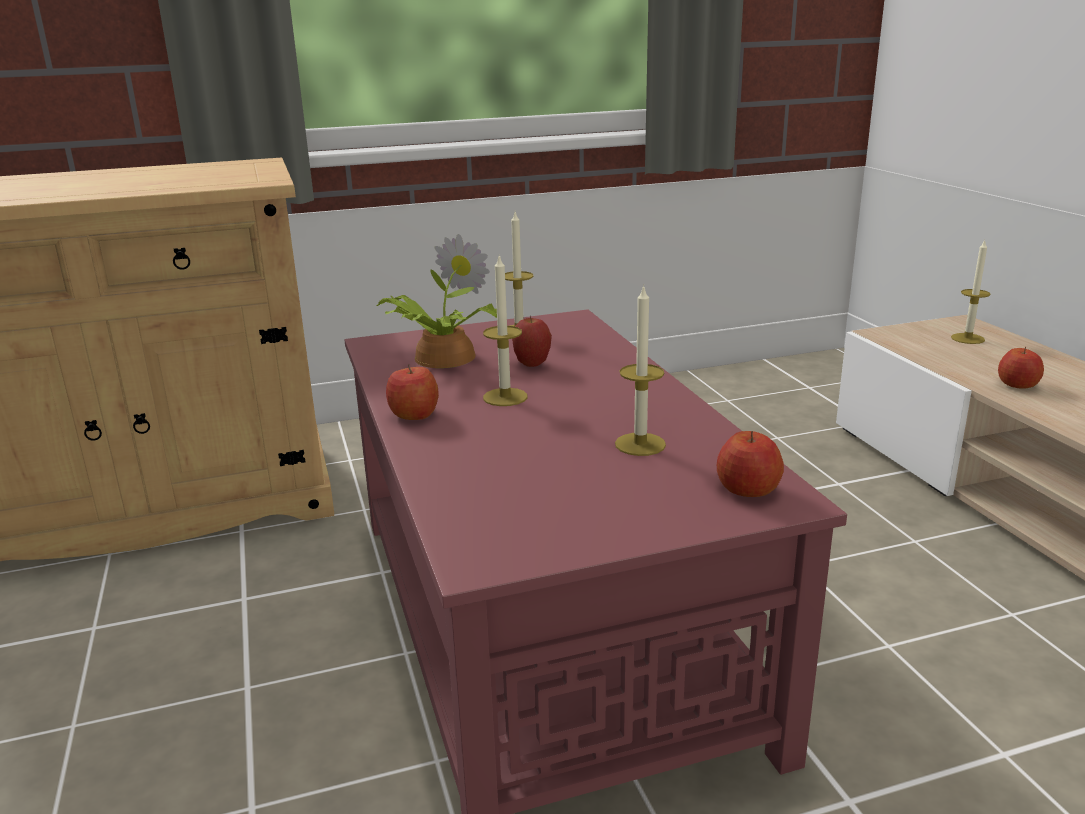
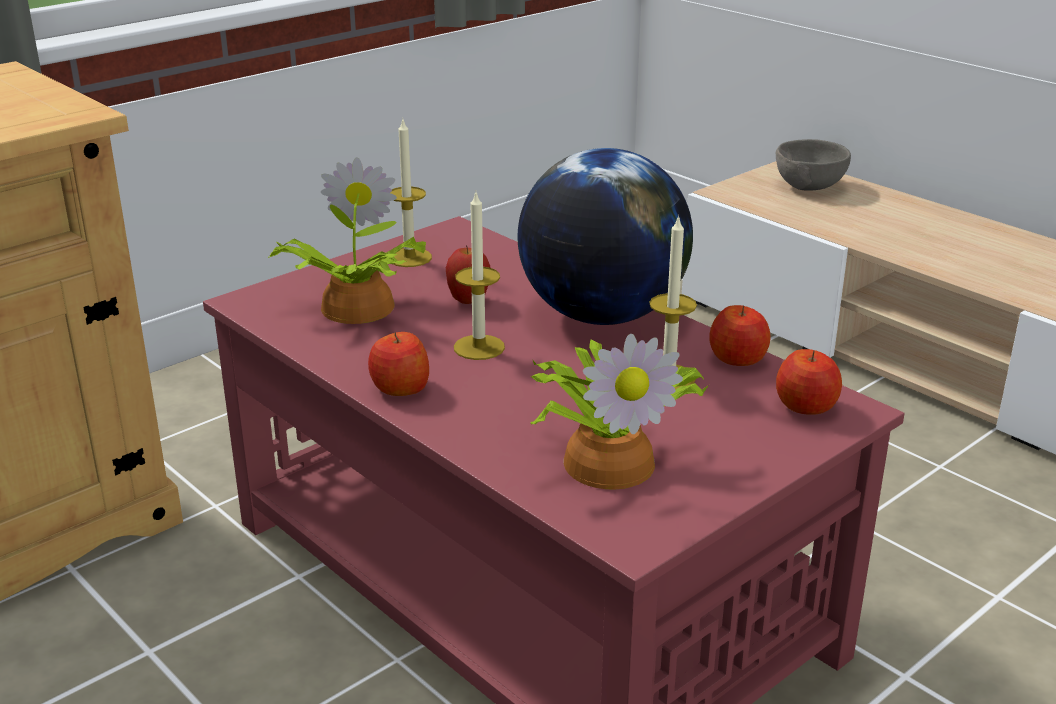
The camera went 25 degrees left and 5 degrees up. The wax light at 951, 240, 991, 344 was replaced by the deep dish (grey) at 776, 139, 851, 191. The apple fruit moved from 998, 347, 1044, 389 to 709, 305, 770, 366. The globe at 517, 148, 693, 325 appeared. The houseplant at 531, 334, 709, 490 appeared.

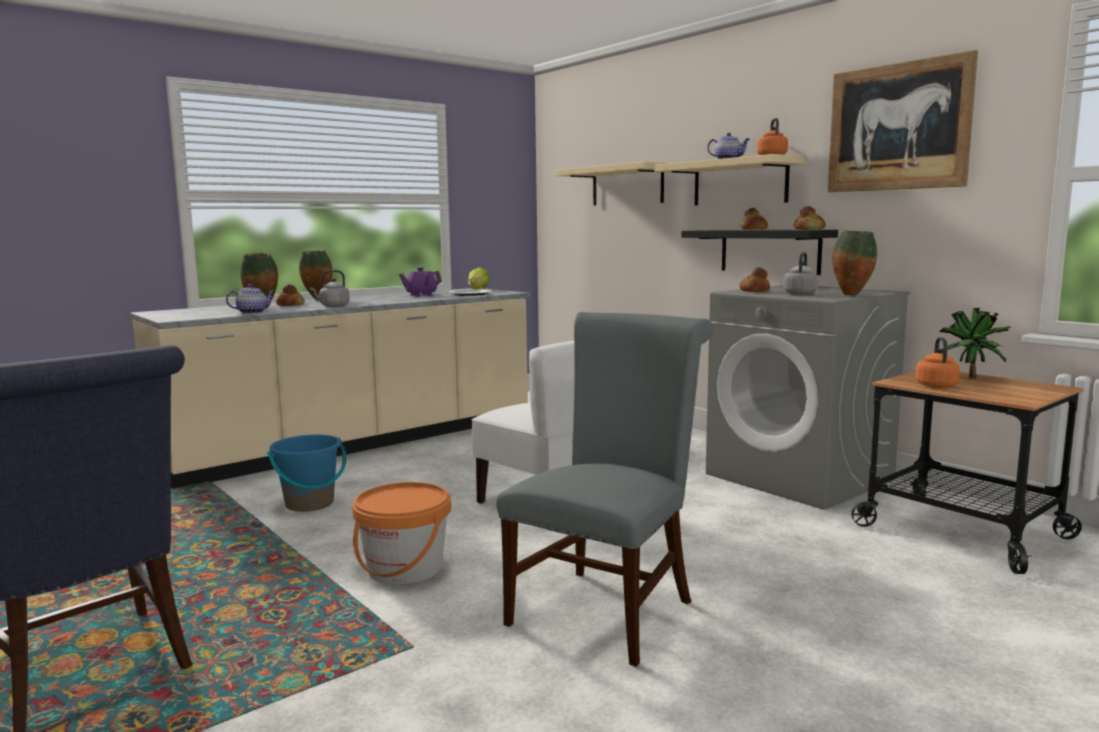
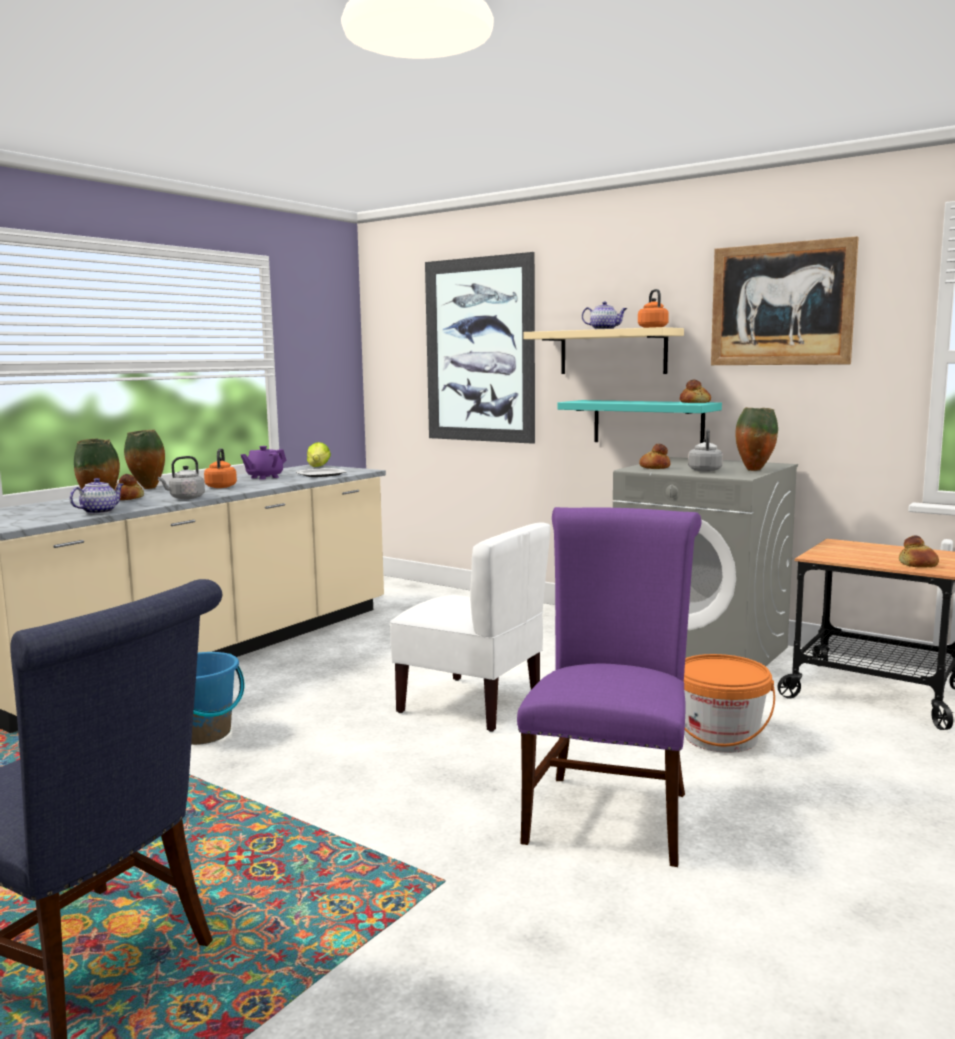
The camera went 15 degrees left and 0 degrees up. The water bucket (orange-coloured) moved from 352, 482, 451, 584 to 684, 654, 775, 753. The plain chair (grey) at 497, 312, 713, 667 became the plain chair (purple-coloured) at 517, 507, 702, 867. The wall shelf (beige-coloured) at 556, 162, 668, 206 was replaced by the wall art at 425, 252, 535, 444. The wall shelf (black-coloured) at 681, 230, 838, 275 became the wall shelf (blue-green) at 557, 400, 722, 443. The bread moved from 740, 208, 768, 230 to 899, 535, 939, 568. The tea kettle (orange-coloured) moved from 915, 337, 960, 388 to 204, 448, 237, 488. The houseplant at 939, 308, 1011, 379 disappeared.

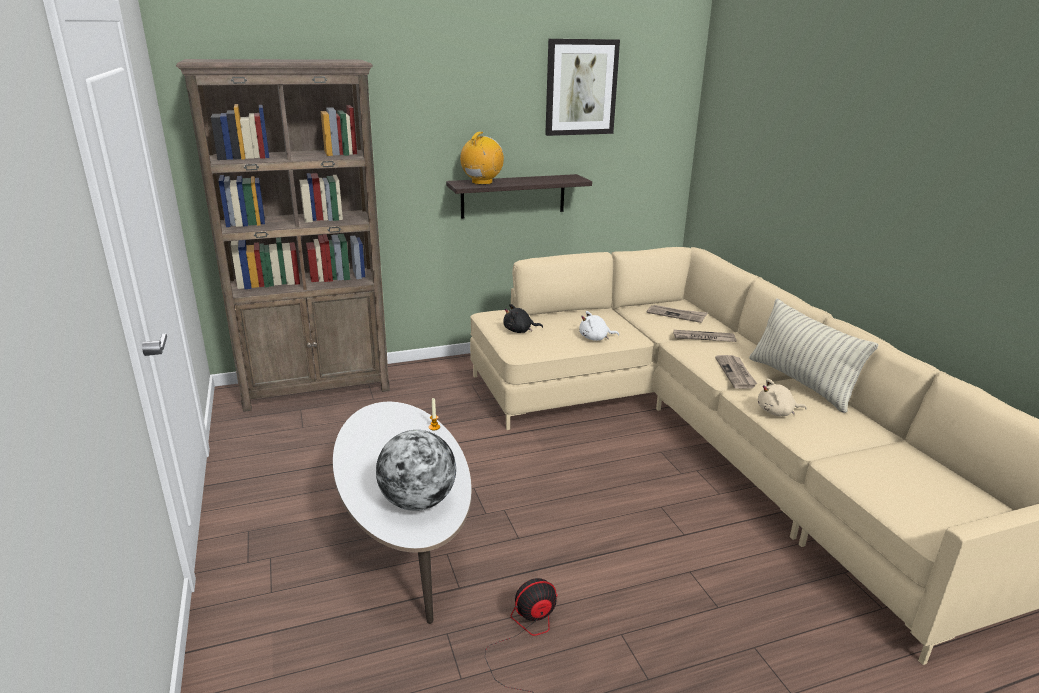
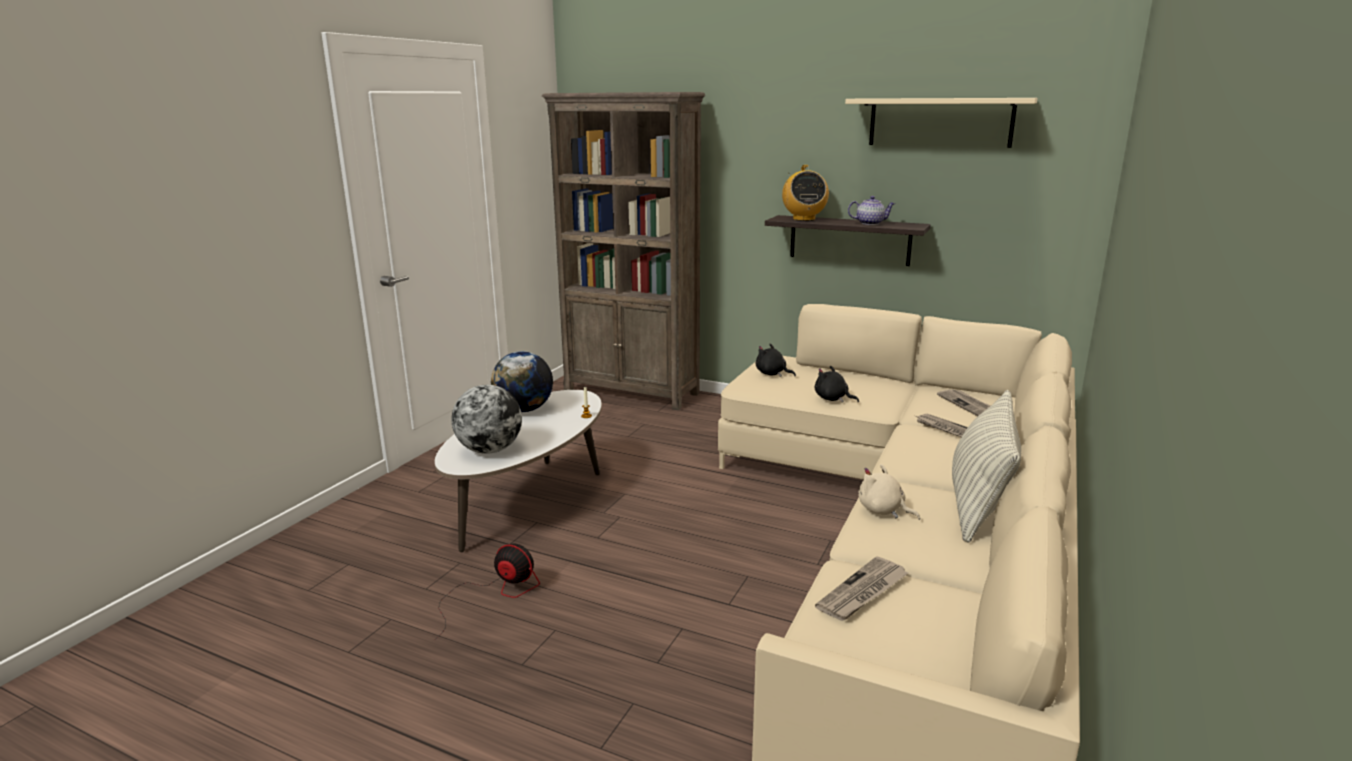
The camera went 45 degrees right and 5 degrees down. The radio set at 460, 132, 504, 185 turned 105 degrees clockwise. The wall art at 545, 39, 620, 136 was replaced by the wall shelf (beige-coloured) at 845, 98, 1038, 148. The plush toy (white-coloured) at 579, 311, 619, 341 became the plush toy (black-coloured) at 815, 366, 859, 403. The daily paper moved from 715, 355, 757, 389 to 815, 556, 908, 621. The globe at 491, 351, 553, 412 appeared. The teapot at 848, 196, 895, 225 appeared.

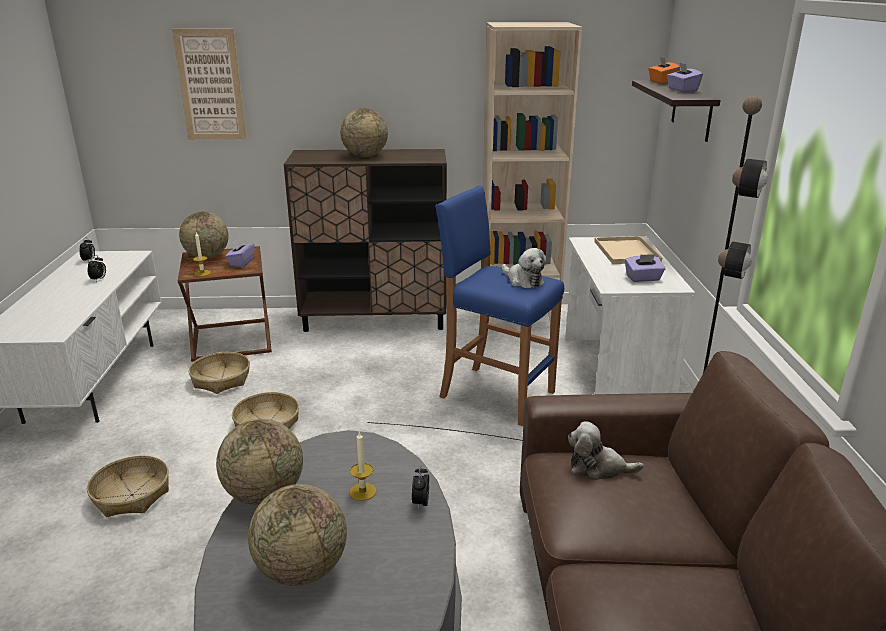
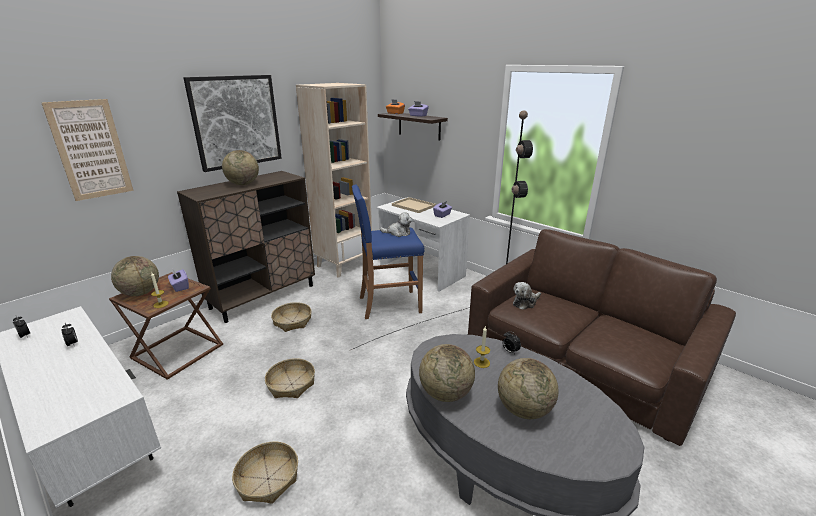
The camera went 45 degrees left and 0 degrees up. The storage basket moved from 188, 352, 250, 394 to 271, 302, 312, 332. The wall art at 183, 75, 282, 172 appeared.

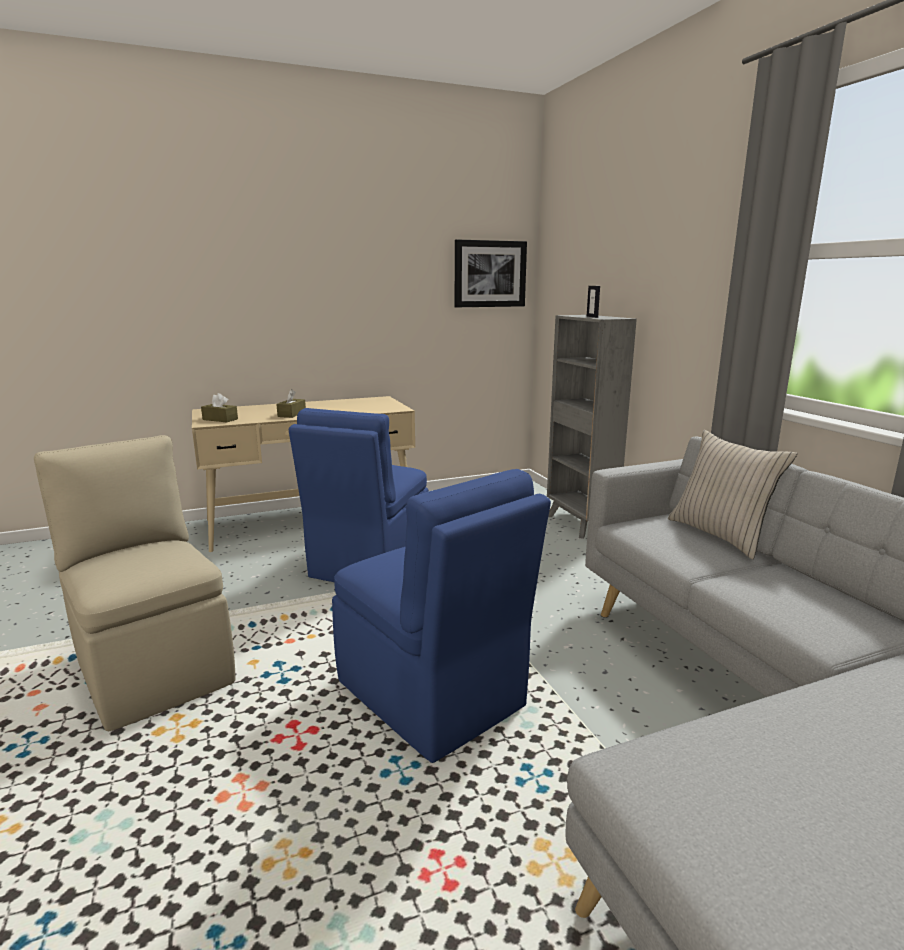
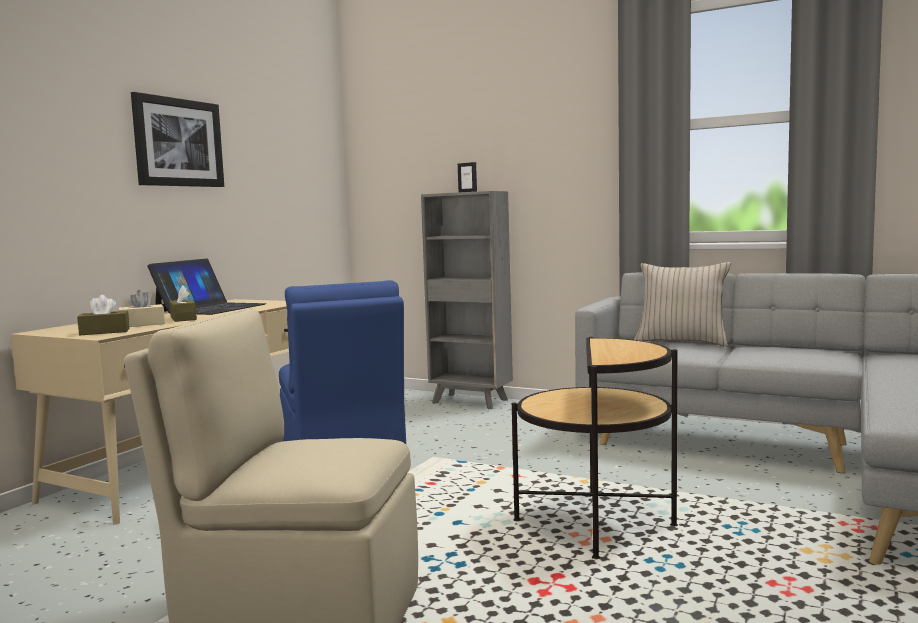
The camera went 40 degrees left and 10 degrees down. The plain chair (blue-coloured) at 332, 469, 551, 763 was replaced by the end table at 512, 337, 678, 559. The wall art moved from 455, 239, 527, 307 to 131, 92, 224, 187. The box of tissues (beige-coloured) at 118, 290, 165, 327 appeared. The laptop at 147, 259, 267, 315 appeared.

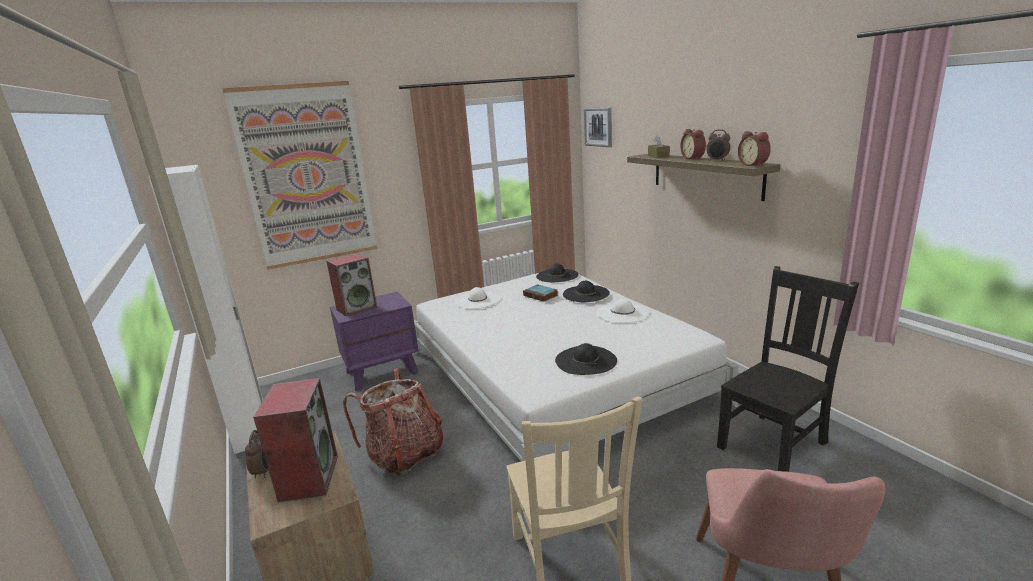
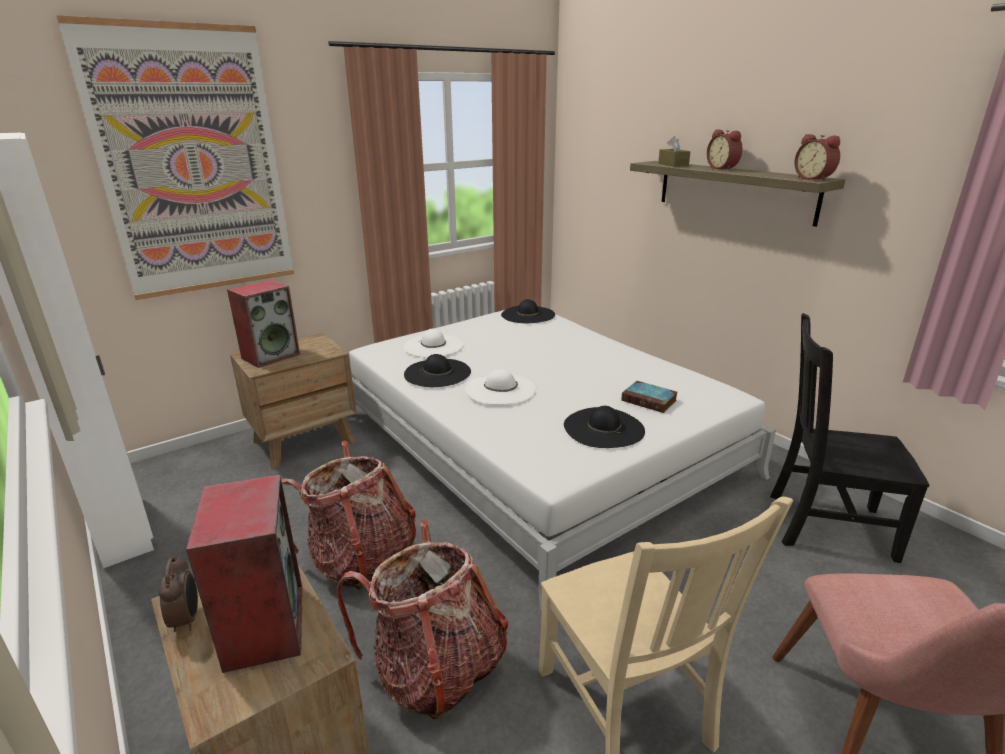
The camera went 10 degrees left and 5 degrees up. The nightstand (purple-coloured) at 330, 292, 419, 391 became the nightstand (brown-coloured) at 230, 333, 357, 469. The book moved from 523, 284, 558, 302 to 622, 381, 678, 413. The wearable hat (black-coloured) moved from 563, 281, 610, 302 to 404, 354, 471, 387. The wall art at 584, 107, 612, 147 disappeared. The wearable hat (white-coloured) moved from 597, 299, 649, 323 to 465, 369, 536, 405. The alarm clock at 707, 130, 730, 161 disappeared. The plain chair (black-coloured) at 717, 266, 859, 472 turned 120 degrees counterclockwise. The rucksack at 337, 520, 508, 719 appeared.

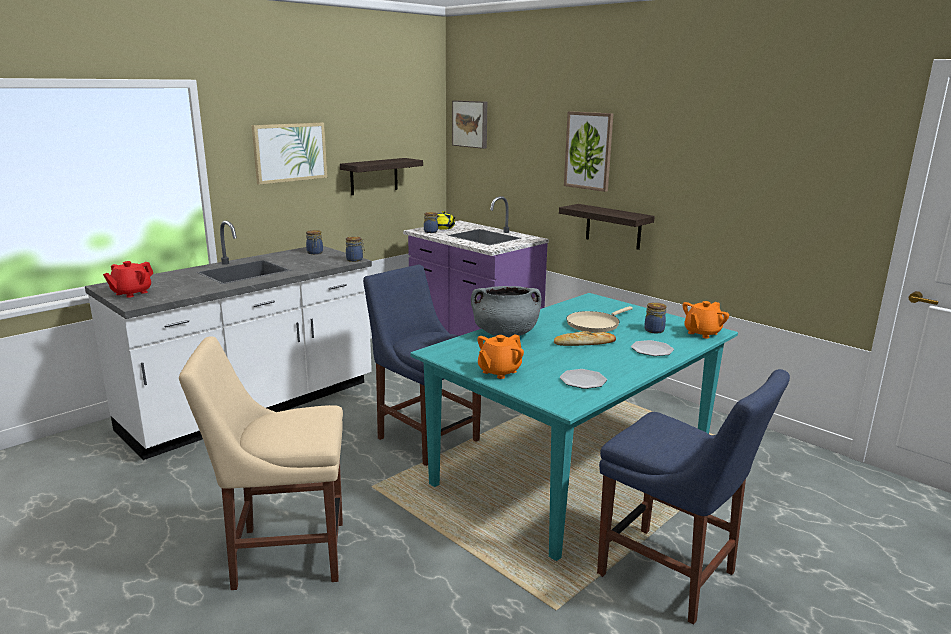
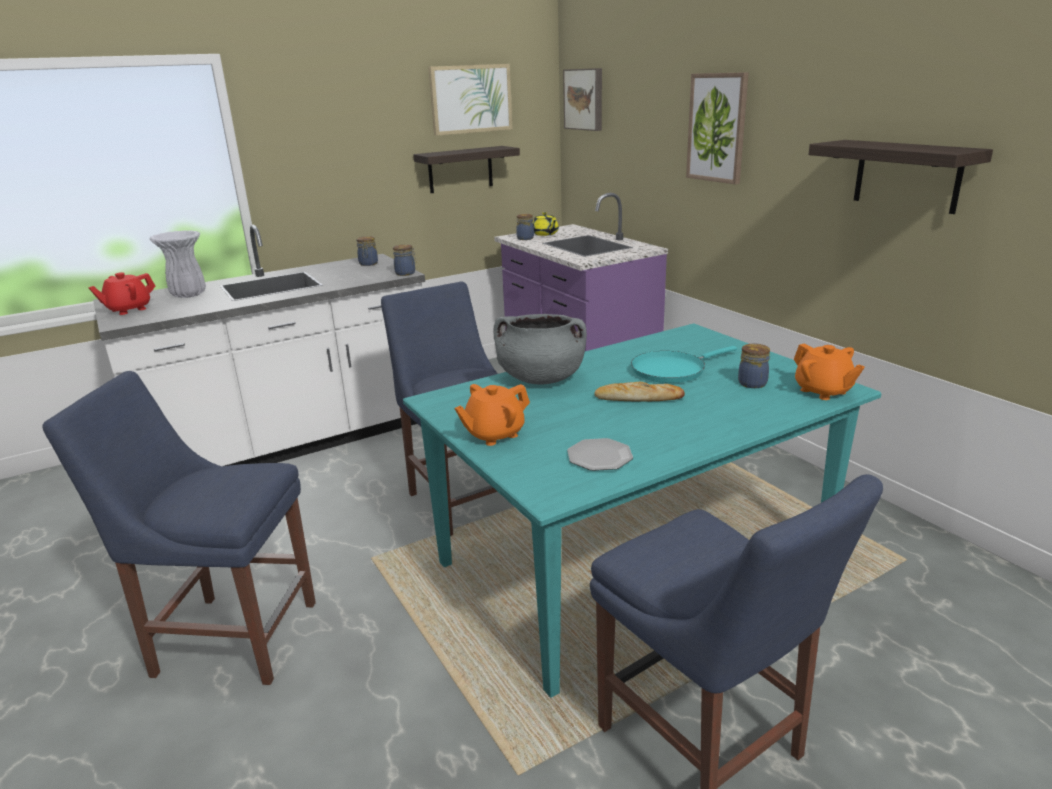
The camera went 15 degrees right and 5 degrees up. The plain chair (beige-coloured) at 179, 336, 343, 590 became the plain chair (blue-coloured) at 42, 371, 316, 685. The wall art moved from 252, 123, 327, 185 to 428, 64, 512, 136. The wall shelf moved from 559, 204, 655, 250 to 809, 140, 993, 214. The pan (beige-coloured) at 566, 306, 633, 333 became the pan (blue-green) at 631, 346, 737, 383. The dinner plate at 631, 340, 674, 356 disappeared. The teapot (orange-coloured) at 683, 301, 729, 339 turned 90 degrees counterclockwise. The decorative vase (white-coloured) at 149, 230, 206, 298 appeared.

